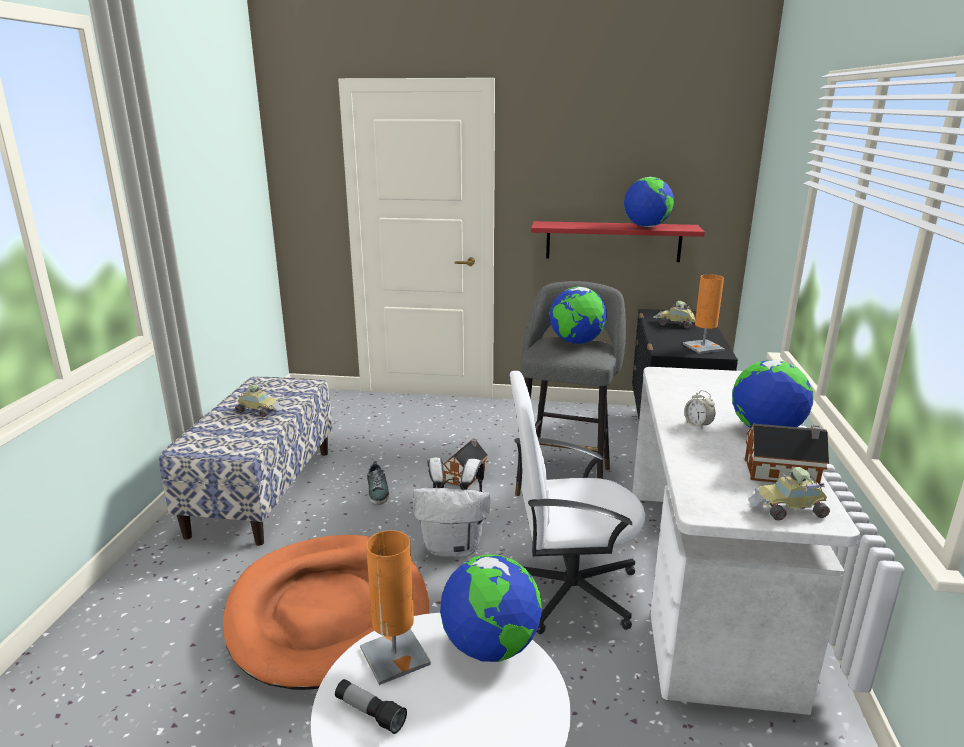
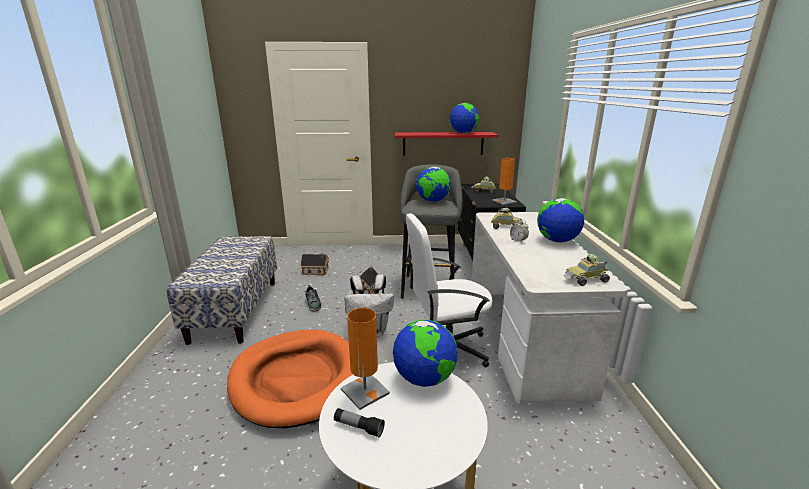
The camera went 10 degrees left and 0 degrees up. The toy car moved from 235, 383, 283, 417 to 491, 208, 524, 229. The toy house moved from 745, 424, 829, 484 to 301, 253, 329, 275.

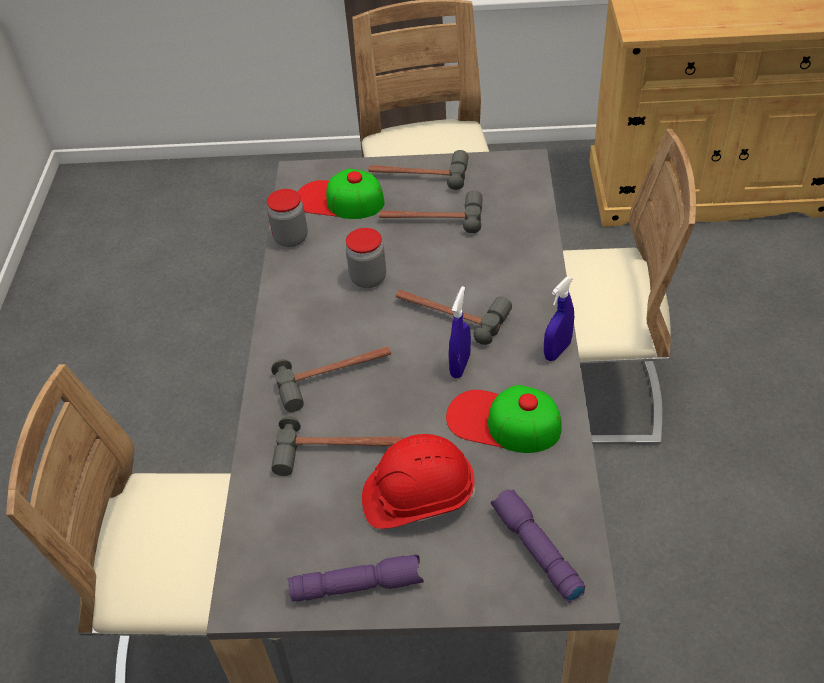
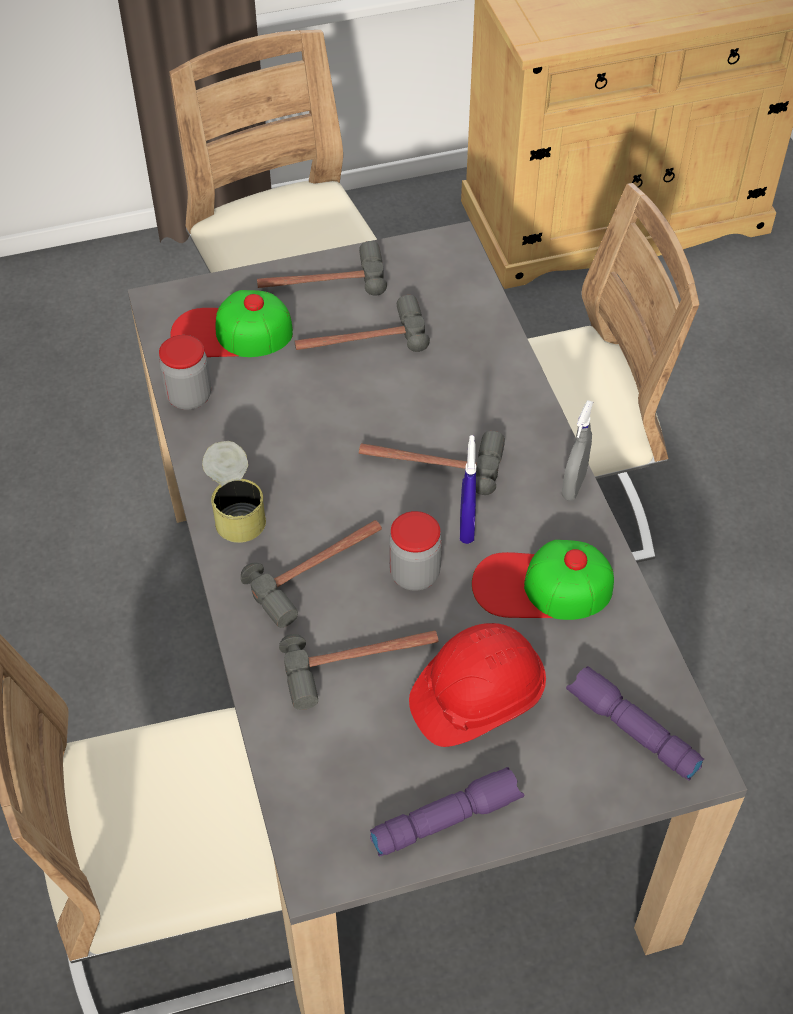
The camera went 20 degrees left and 5 degrees up. The preserve jar moved from 346, 228, 386, 288 to 389, 511, 442, 591. The hand sprayer (blue-coloured) at 544, 277, 574, 361 became the hand sprayer (grey) at 562, 400, 593, 501. The metal can at 202, 441, 266, 543 appeared.

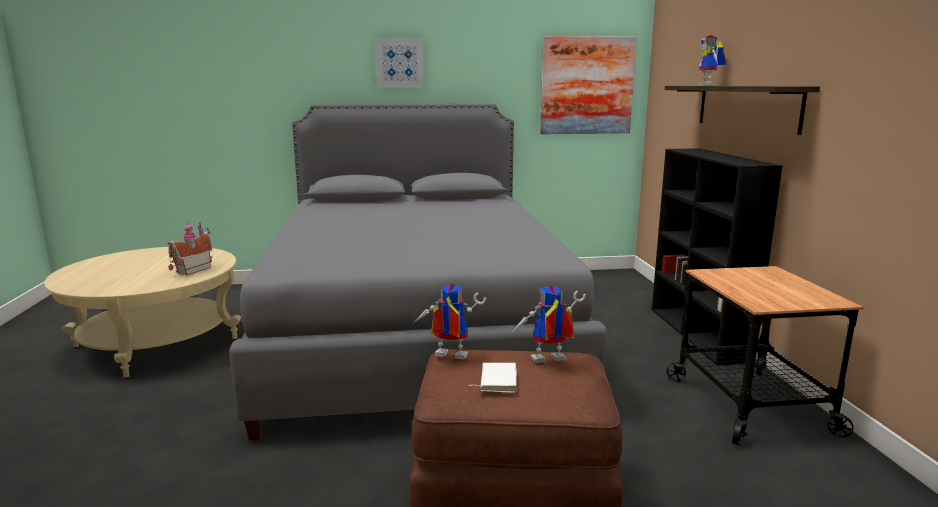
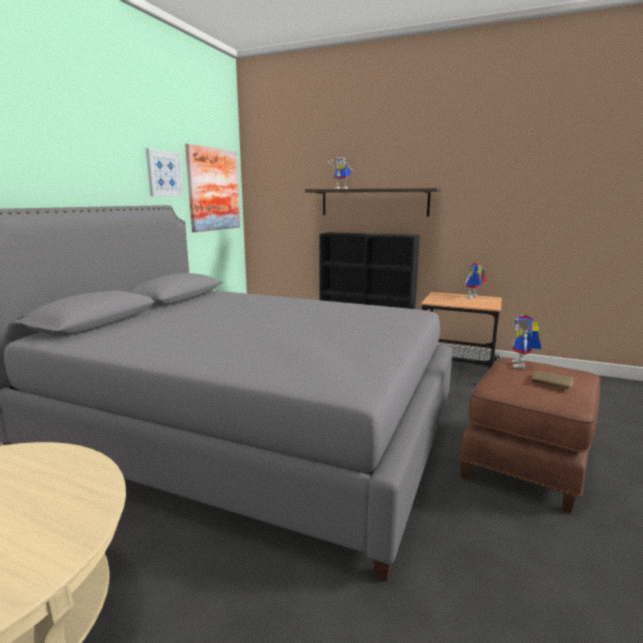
The camera went 60 degrees left and 0 degrees up. The toy house at 167, 221, 212, 275 disappeared. The wall art moved from 375, 38, 424, 87 to 146, 148, 183, 196. The model robot moved from 412, 284, 486, 360 to 464, 263, 486, 298. The book (white-coloured) at 469, 363, 517, 393 became the book (brown-coloured) at 532, 371, 573, 390.

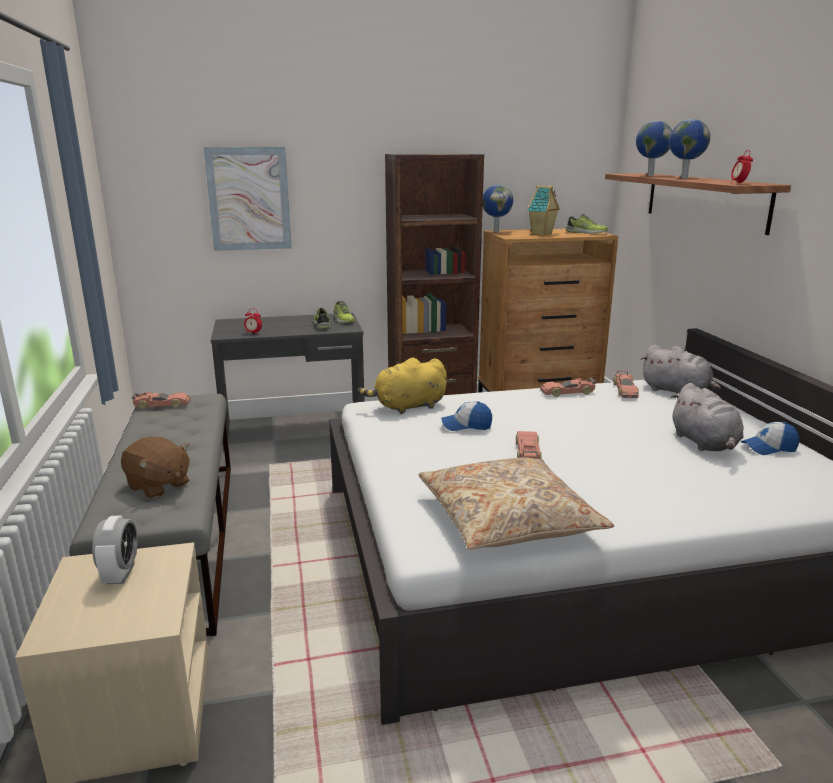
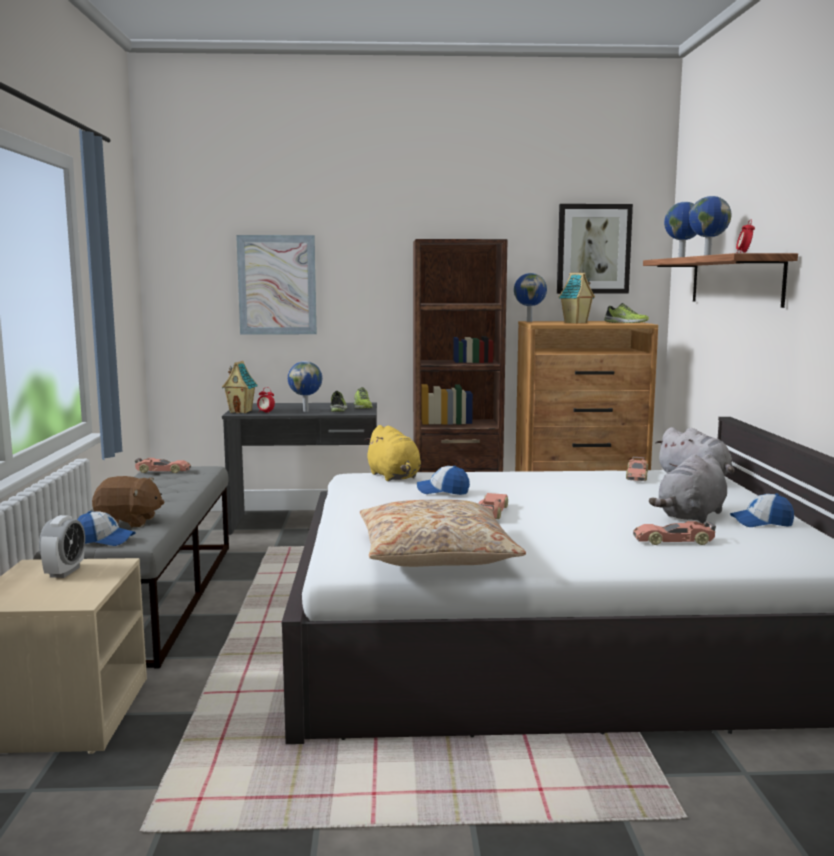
The camera went 10 degrees right and 10 degrees down. The plush toy (brown-coloured) at 121, 437, 190, 498 turned 45 degrees counterclockwise. The plush toy (yellow) at 358, 358, 447, 414 turned 105 degrees counterclockwise. The toy car moved from 540, 378, 596, 397 to 633, 521, 716, 545. The plush toy (grey) at 670, 383, 744, 451 turned 45 degrees clockwise. The baseball cap at 77, 511, 136, 546 appeared. The toy house at 222, 361, 258, 413 appeared. The globe at 288, 361, 322, 412 appeared. The wall art at 557, 204, 633, 294 appeared.

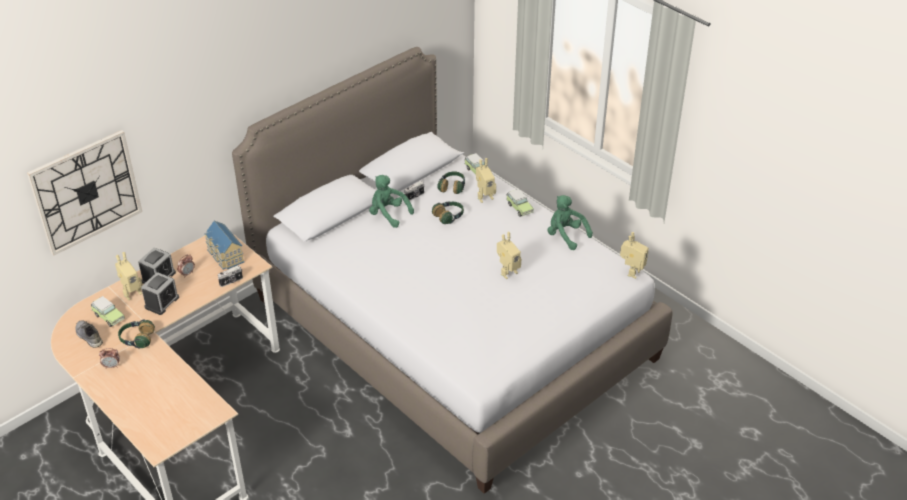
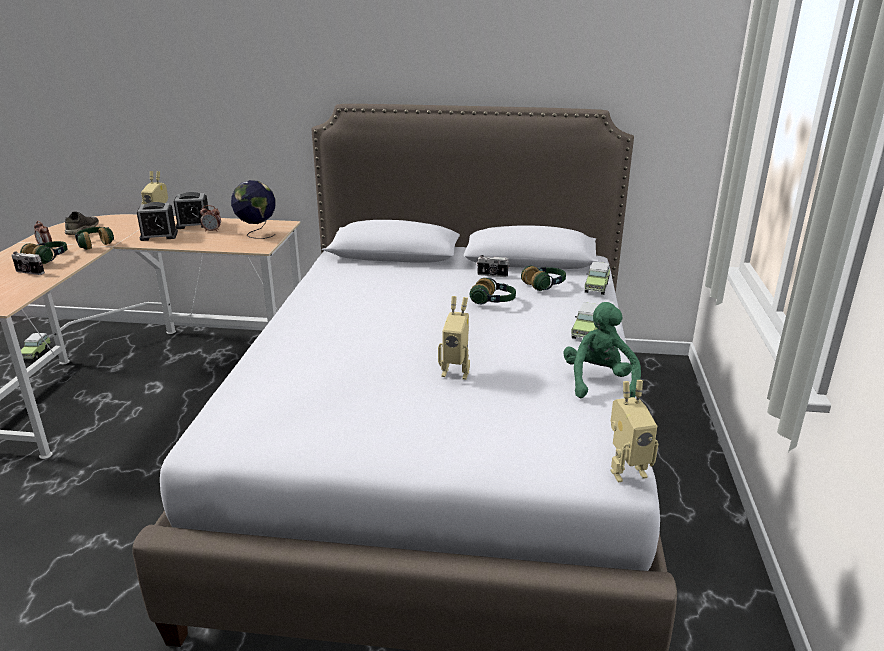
The camera went 50 degrees right and 15 degrees down. The hanging clock at 27, 130, 142, 256 disappeared. The toy car moved from 91, 296, 125, 327 to 21, 333, 51, 360. The toy house at 205, 221, 245, 270 was replaced by the globe at 231, 180, 276, 239. The photo camera moved from 218, 266, 243, 287 to 12, 251, 45, 275. The plush toy (greenish) at 369, 175, 414, 228 disappeared. The model robot at 476, 158, 496, 203 disappeared. The headphones at 20, 241, 68, 264 appeared.

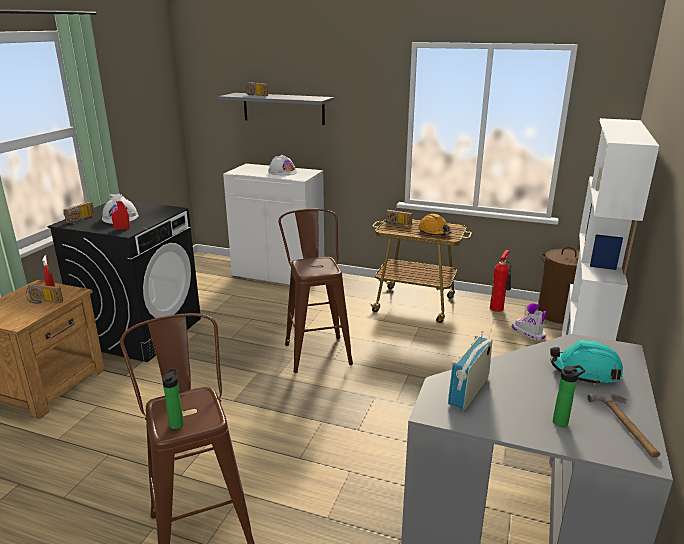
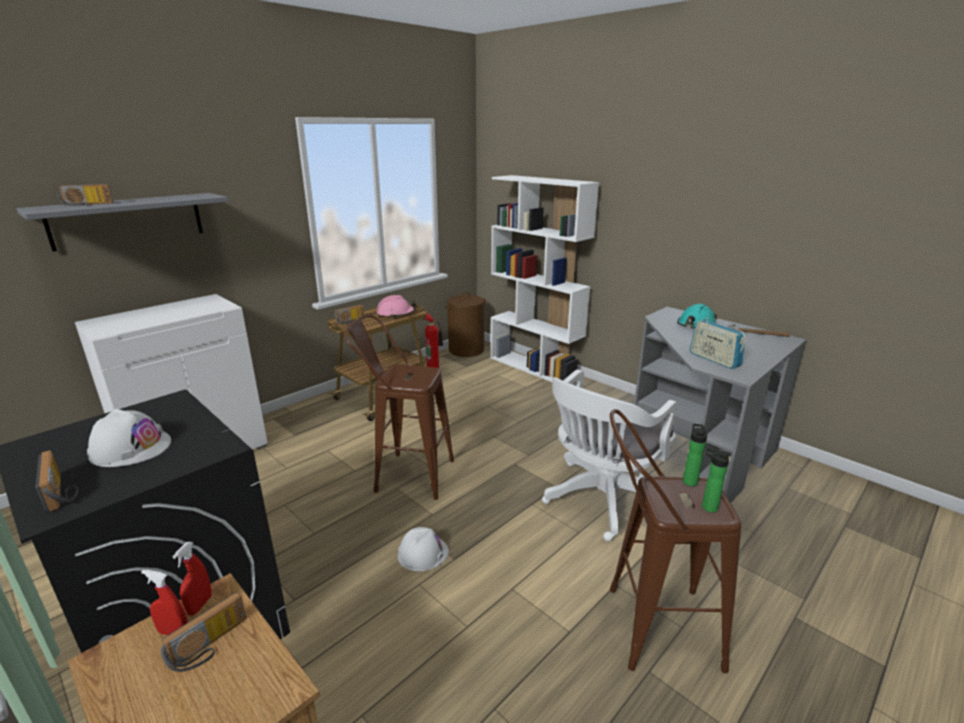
The camera went 65 degrees left and 0 degrees up. The hand sprayer (red) moved from 110, 194, 130, 230 to 173, 542, 212, 616. The hard hat (white-coloured) moved from 269, 155, 297, 176 to 398, 527, 449, 571. The hard hat (orange-coloured) at 418, 214, 452, 235 became the hard hat (pinkish) at 377, 295, 417, 317. The high-top boot at 512, 303, 546, 341 disappeared. The drink bottle moved from 553, 365, 585, 427 to 683, 424, 708, 486. The computer chair (white-coloured) at 542, 370, 677, 542 appeared.

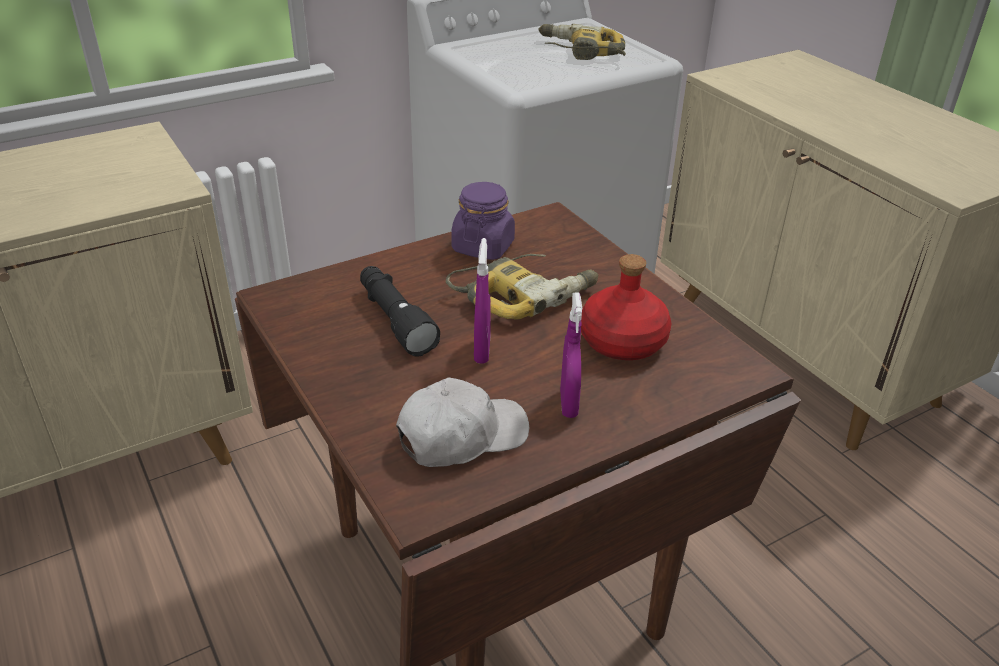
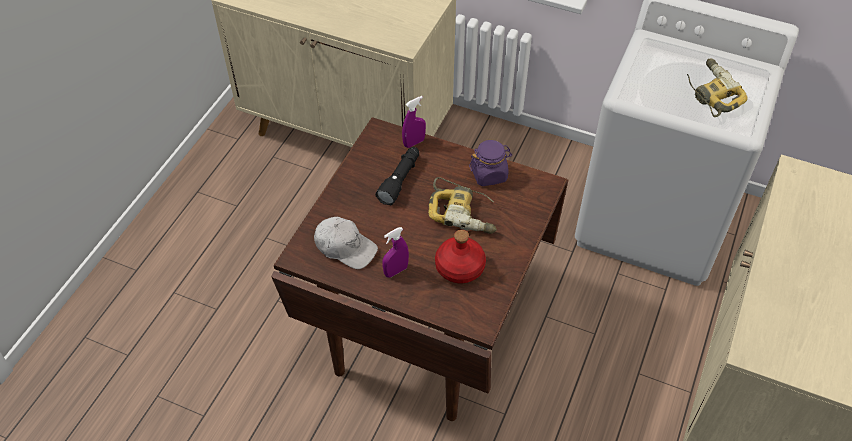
The camera went 55 degrees right and 15 degrees up. The hand sprayer (purple-coloured) moved from 474, 238, 491, 364 to 402, 96, 426, 148.

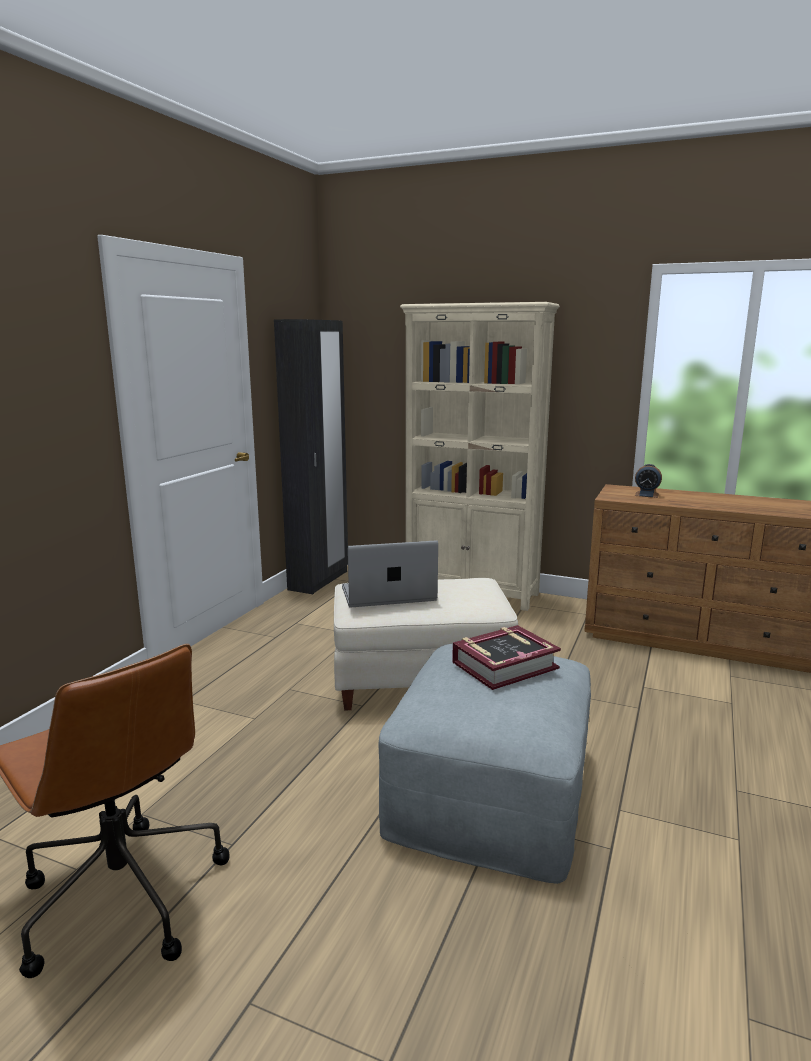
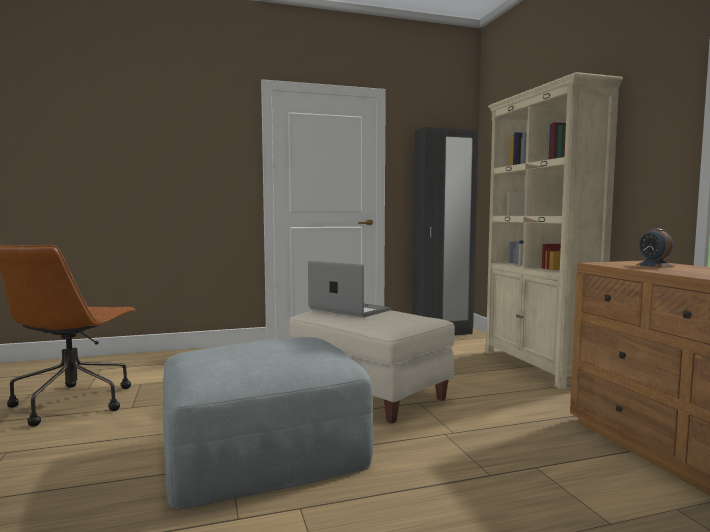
The camera went 50 degrees right and 10 degrees down. The book at 452, 625, 561, 690 disappeared.

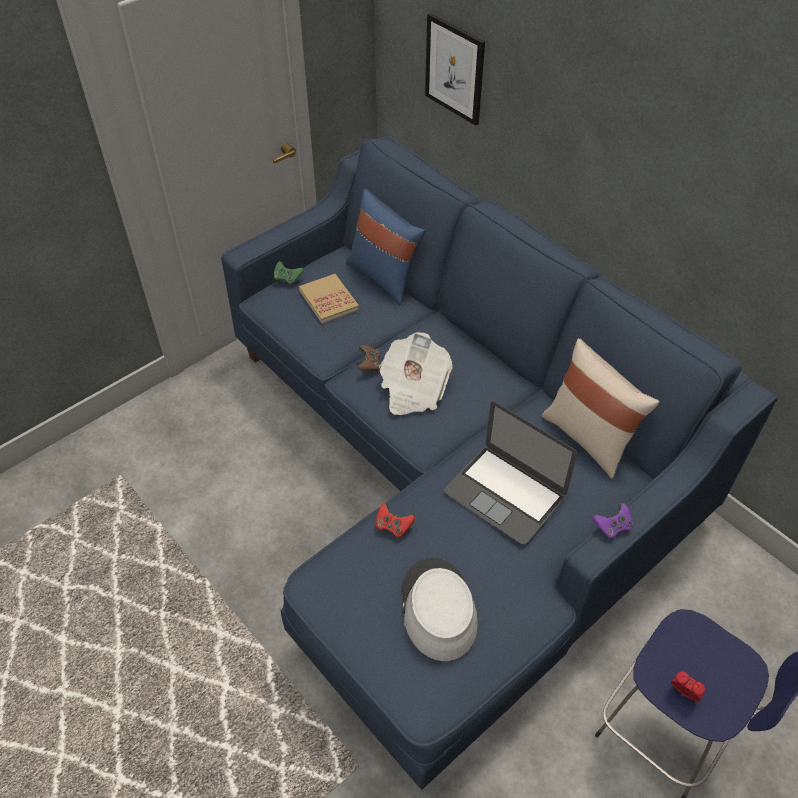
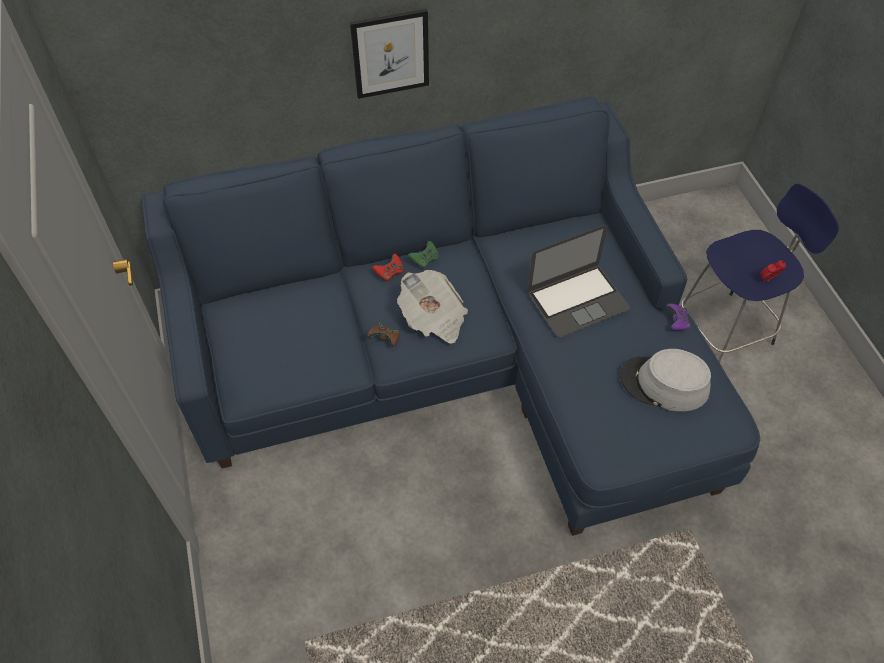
The camera went 65 degrees left and 5 degrees up. The gamepad (greenish) moved from 274, 261, 304, 286 to 408, 241, 439, 268. The book at 299, 274, 359, 324 disappeared. The pillow (blue-coloured) at 346, 189, 425, 305 disappeared. The gamepad (red) moved from 376, 503, 415, 537 to 372, 254, 404, 281. The wall art moved from 425, 13, 485, 126 to 350, 9, 429, 99. The pillow (beige-coloured) at 542, 338, 659, 479 disappeared. The gamepad (purple-coloured) moved from 592, 503, 633, 538 to 666, 304, 690, 330.

